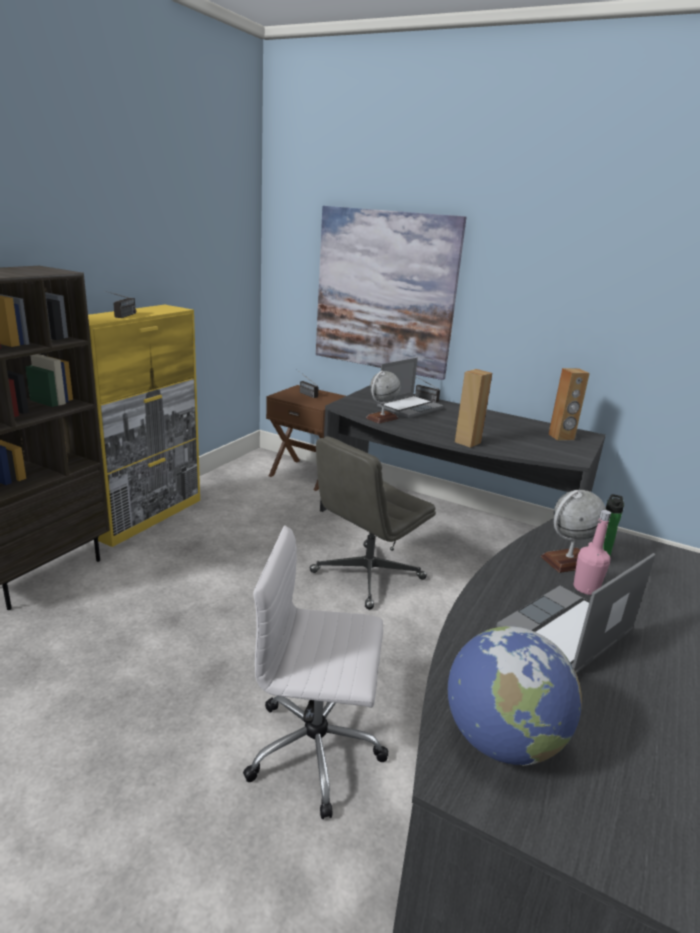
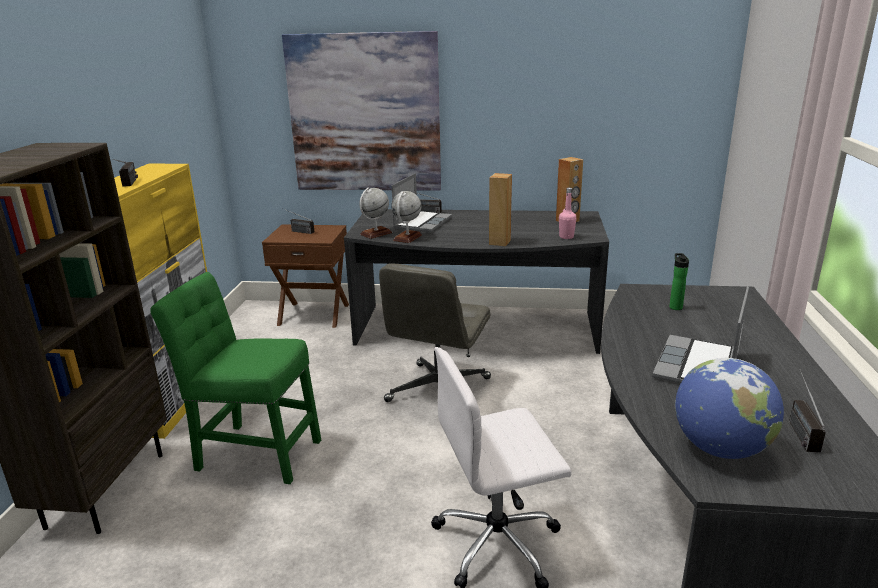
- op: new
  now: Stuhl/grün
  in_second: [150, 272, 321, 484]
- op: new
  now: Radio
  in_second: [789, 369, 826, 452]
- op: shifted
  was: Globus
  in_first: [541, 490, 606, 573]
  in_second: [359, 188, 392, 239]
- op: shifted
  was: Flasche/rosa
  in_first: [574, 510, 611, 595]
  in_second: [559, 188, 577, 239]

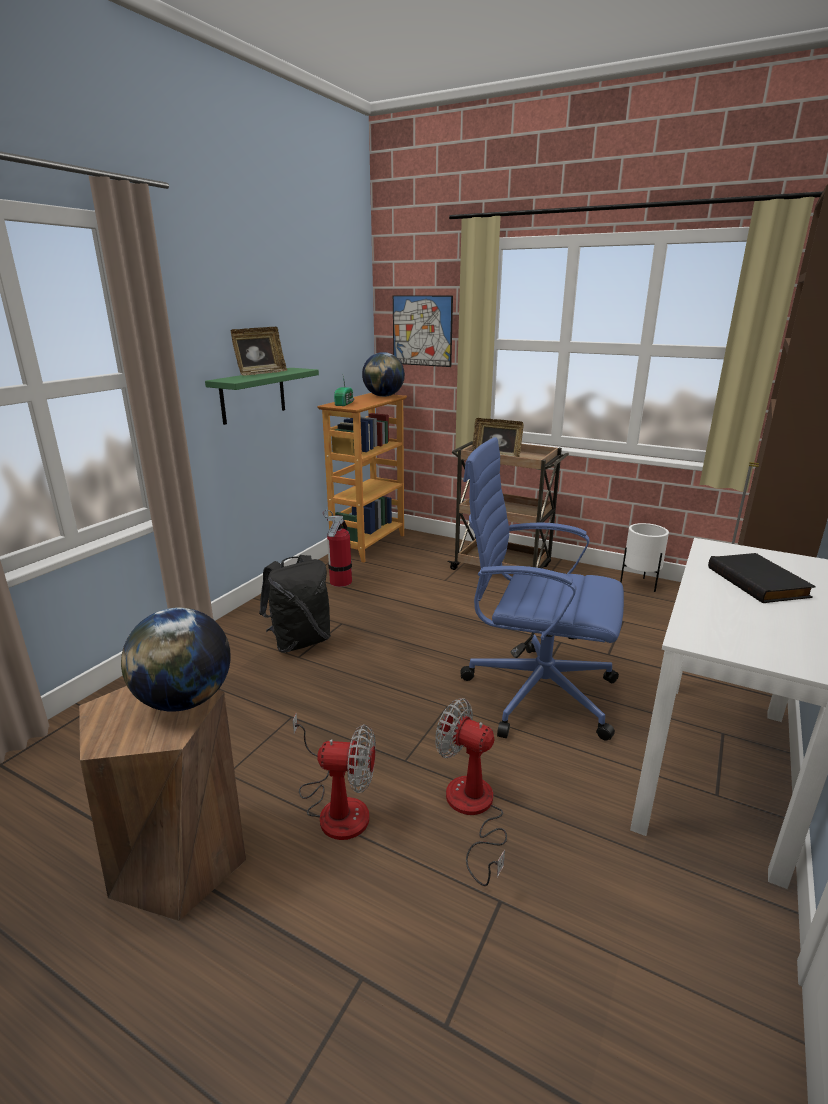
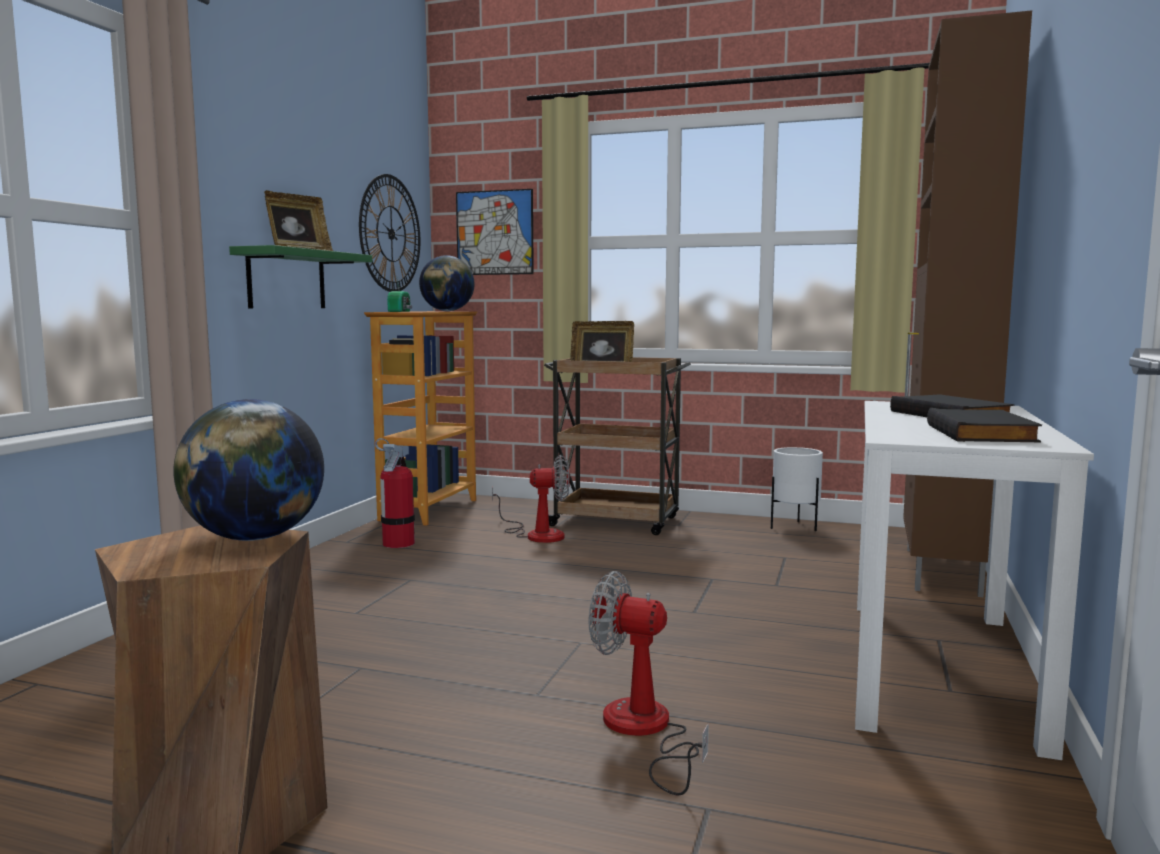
- op: gone
  was: Rucksack/schwarz
  in_first: [259, 555, 331, 653]
- op: gone
  was: Bürostuhl/blau
  in_first: [460, 437, 624, 741]
- op: new
  now: Wanduhr
  in_second: [359, 174, 420, 292]
- op: new
  now: Buch/schwarz
  in_second: [927, 408, 1042, 442]
- op: shifted
  was: Ventilator
  in_first: [293, 713, 376, 840]
  in_second: [492, 455, 570, 543]

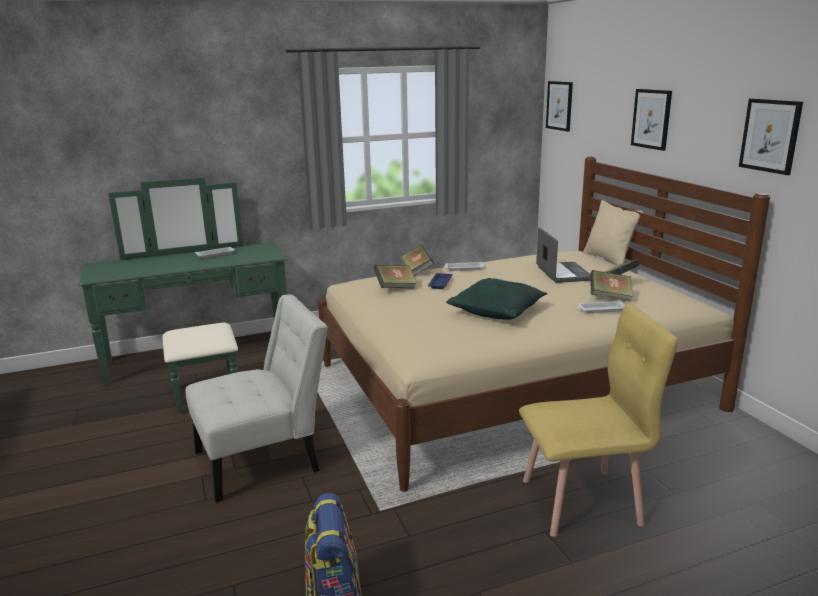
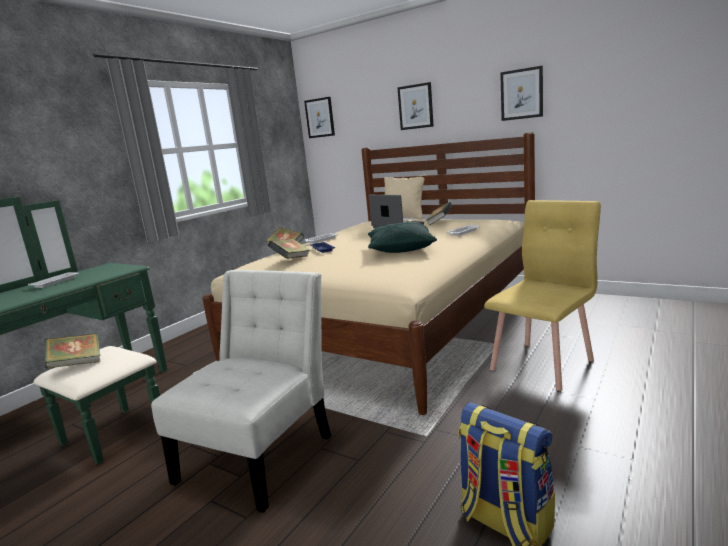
- op: shifted
  was: Buch
  in_first: [590, 270, 633, 302]
  in_second: [44, 333, 100, 368]

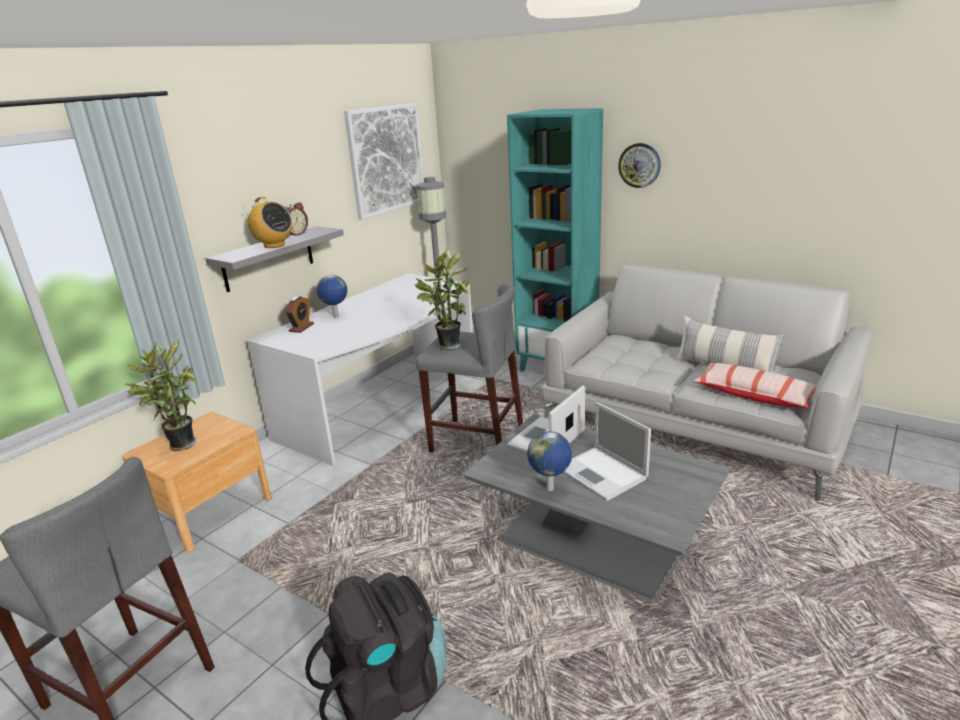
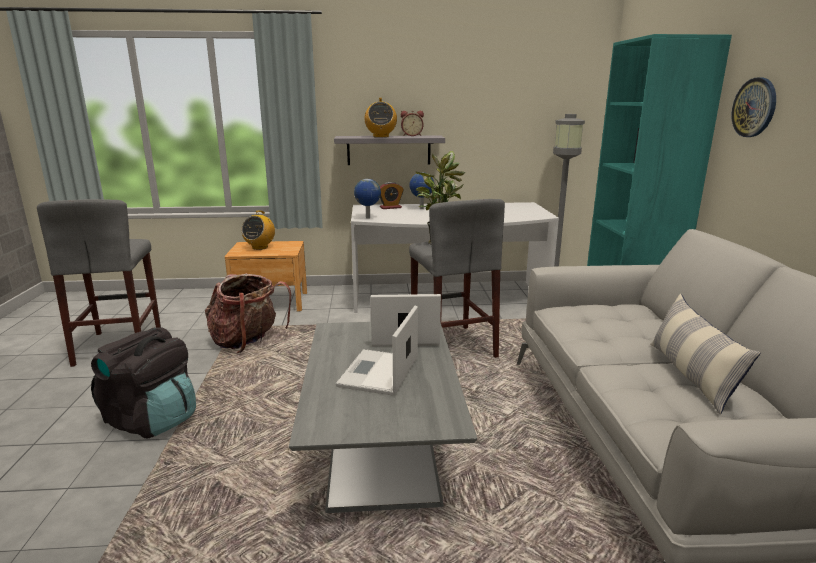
- op: gone
  was: Bild
  in_first: [344, 103, 424, 220]
- op: gone
  was: Kissen
  in_first: [693, 363, 817, 408]
- op: new
  now: Rucksack
  in_second: [205, 273, 291, 353]
- op: shifted
  was: Globus
  in_first: [527, 431, 572, 491]
  in_second: [354, 179, 381, 219]
- op: swapped
  was: Topfpflanze
  now: Radio
  in_first: [126, 340, 197, 451]
  in_second: [242, 211, 275, 250]

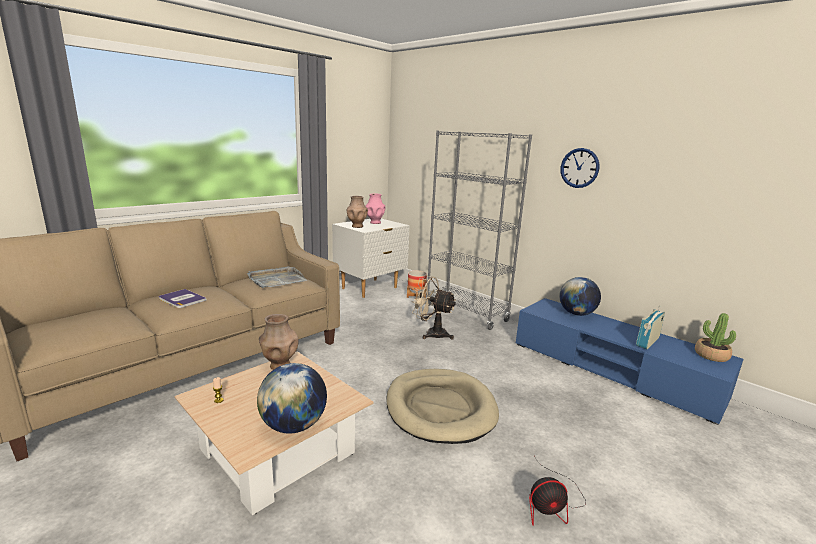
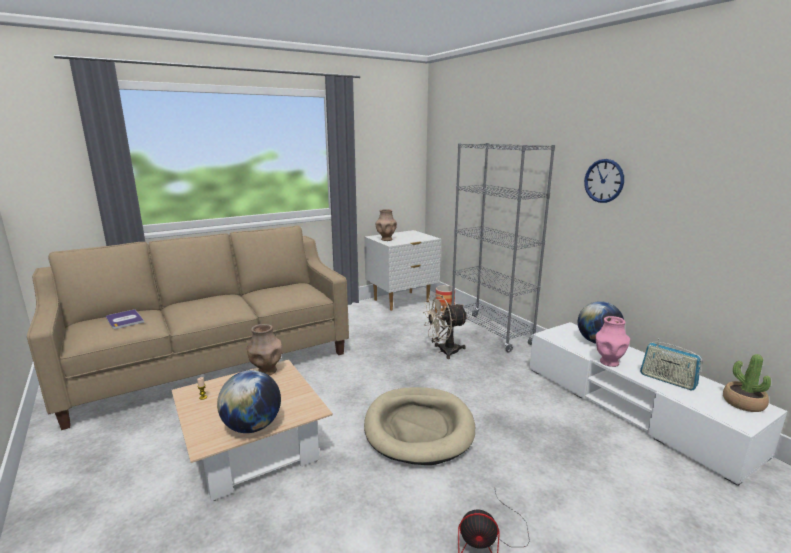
- op: gone
  was: Tablett/grau
  in_first: [247, 267, 307, 288]
- op: shifted
  was: Buch
  in_first: [159, 289, 207, 308]
  in_second: [106, 309, 144, 329]
- op: shifted
  was: Vase/rosa
  in_first: [365, 193, 385, 224]
  in_second: [596, 316, 630, 367]
- op: repainted
  was: Fernsehschrank/blau
  now: Fernsehschrank/weiß
  in_first: [516, 298, 743, 425]
  in_second: [529, 322, 787, 486]
- op: rotated
  was: Ventilator/beige
  in_first: [411, 275, 456, 340]
  in_second: [424, 295, 468, 359]
  clockwise: -60
- op: rotated
  was: Radio
  in_first: [636, 305, 665, 350]
  in_second: [640, 338, 703, 390]
  clockwise: -105

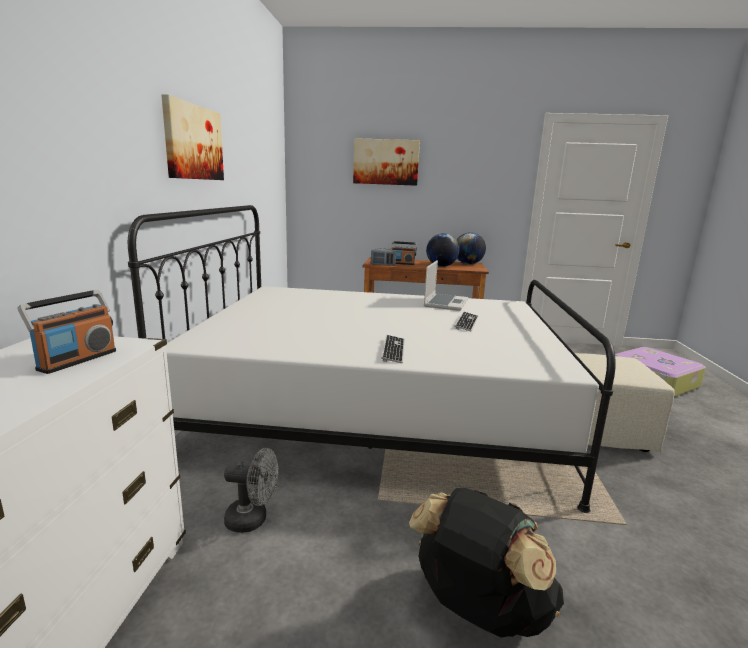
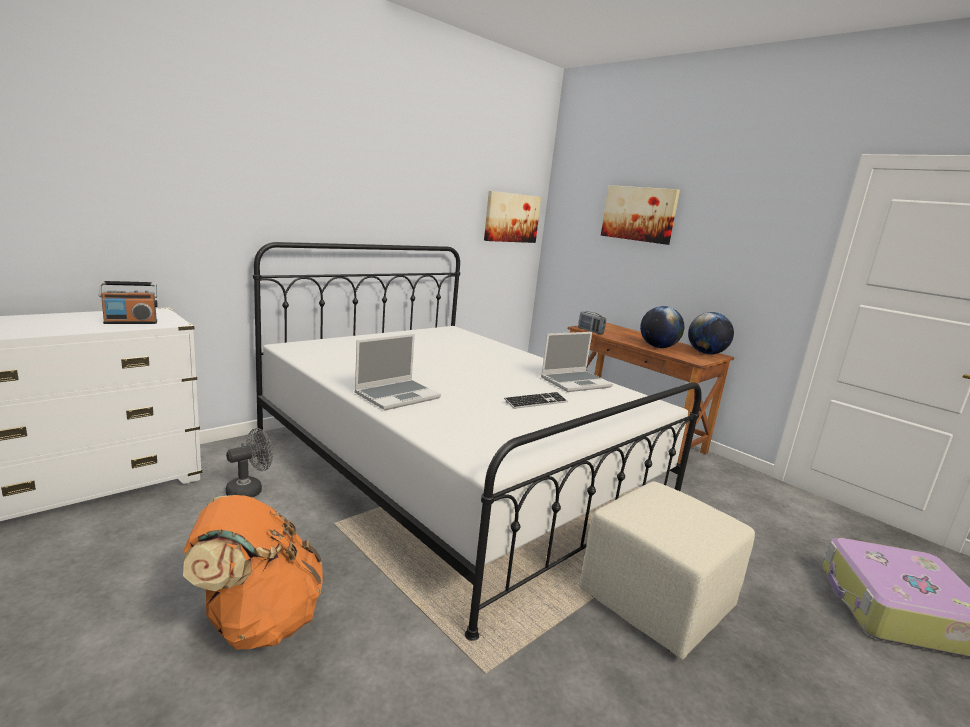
- op: gone
  was: Radio
  in_first: [391, 241, 417, 265]
- op: shifted
  was: Bild
  in_first: [161, 94, 224, 180]
  in_second: [484, 191, 541, 243]
- op: swapped
  was: Tastatur
  now: Laptop
  in_first: [381, 335, 405, 363]
  in_second: [354, 334, 441, 410]
- op: repainted
  was: Rucksack/schwarz
  now: Rucksack/orange
  in_first: [409, 488, 564, 638]
  in_second: [183, 495, 323, 649]
- op: rotated
  was: Ventilator/grau
  in_first: [224, 448, 279, 533]
  in_second: [226, 428, 273, 497]
  clockwise: -90

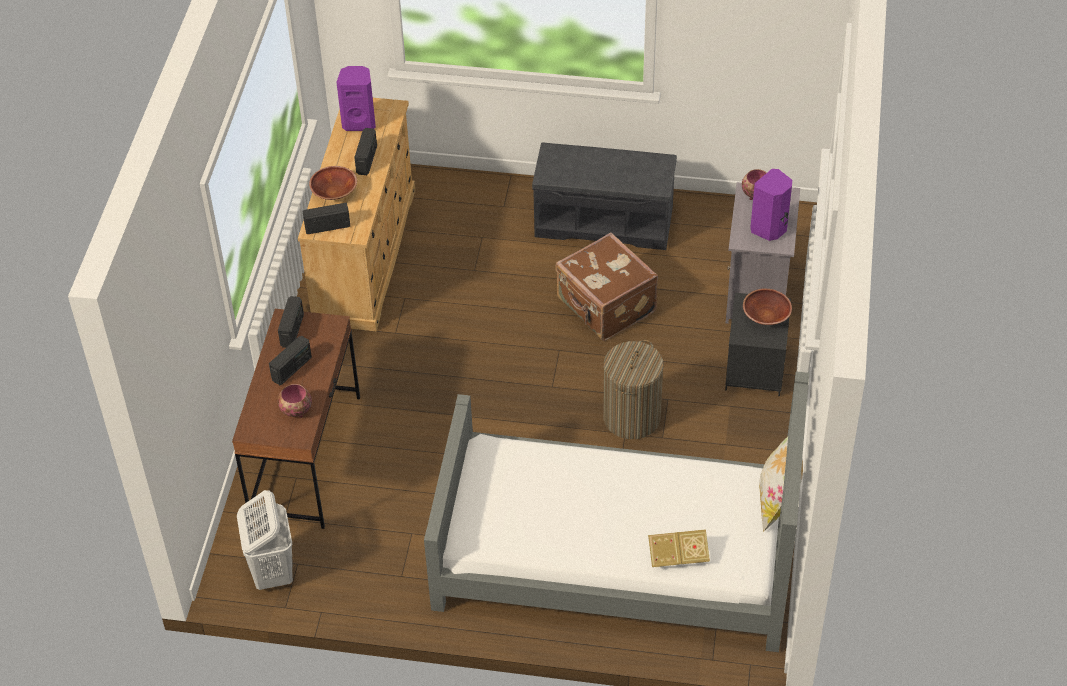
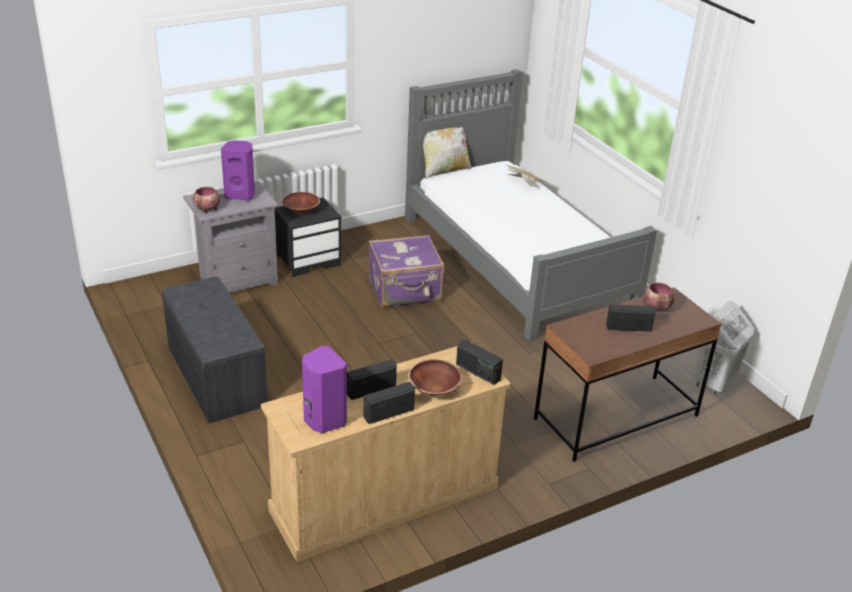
- op: gone
  was: Koffer/braun
  in_first: [555, 233, 658, 341]
- op: shifted
  was: Radio
  in_first: [278, 296, 304, 348]
  in_second: [364, 382, 415, 424]
- op: swapped
  was: Wäschekorb
  now: Koffer/lila
  in_first: [603, 340, 664, 439]
  in_second: [369, 234, 444, 308]

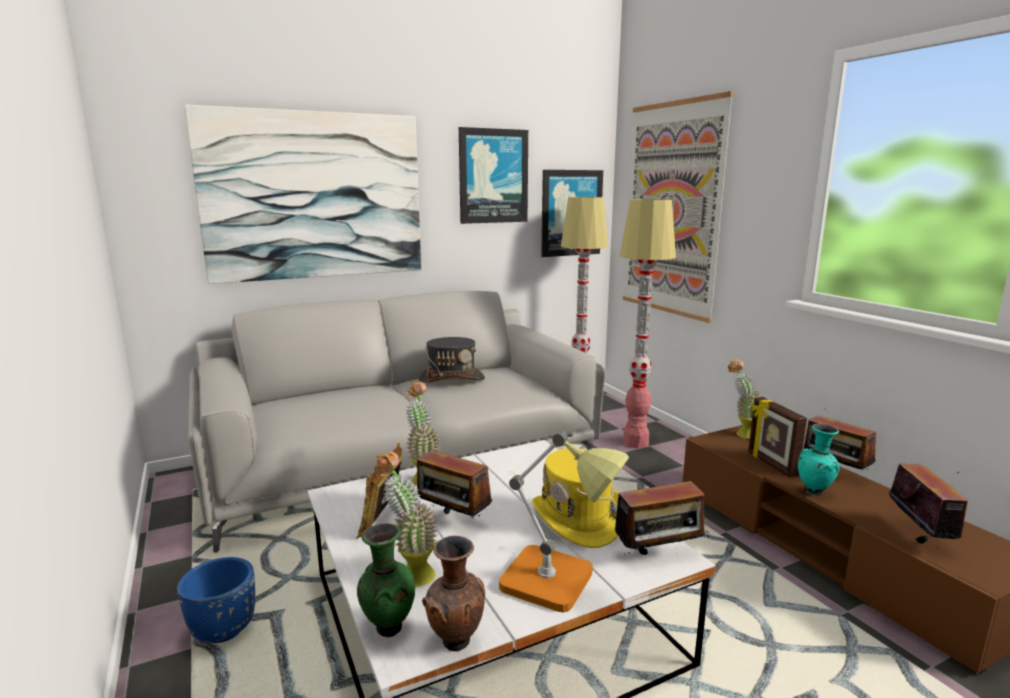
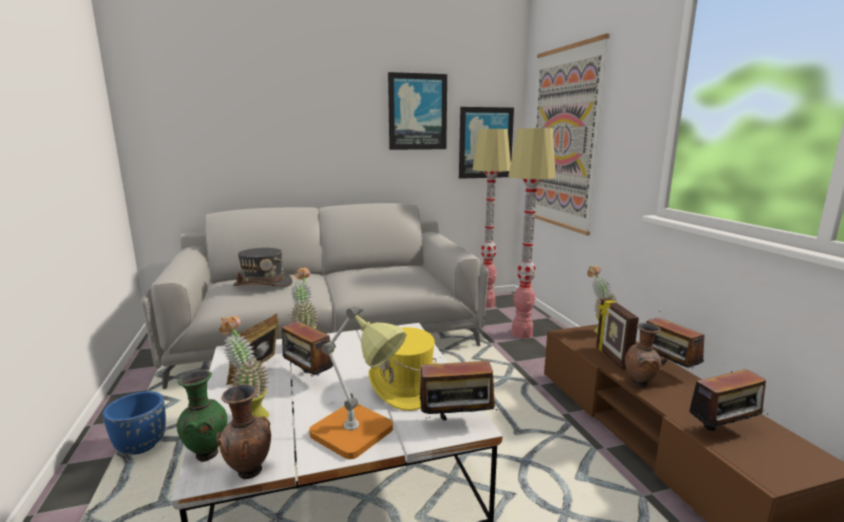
- op: gone
  was: Bild
  in_first: [184, 104, 421, 284]
- op: shifted
  was: Hut/grau
  in_first: [419, 337, 485, 383]
  in_second: [233, 248, 293, 286]
- op: repainted
  was: Vase/türkis
  now: Vase/braun
  in_first: [798, 423, 839, 496]
  in_second: [625, 323, 661, 387]
- op: rotated
  was: Radio
  in_first: [889, 464, 968, 547]
  in_second: [689, 369, 768, 431]
  clockwise: 60

